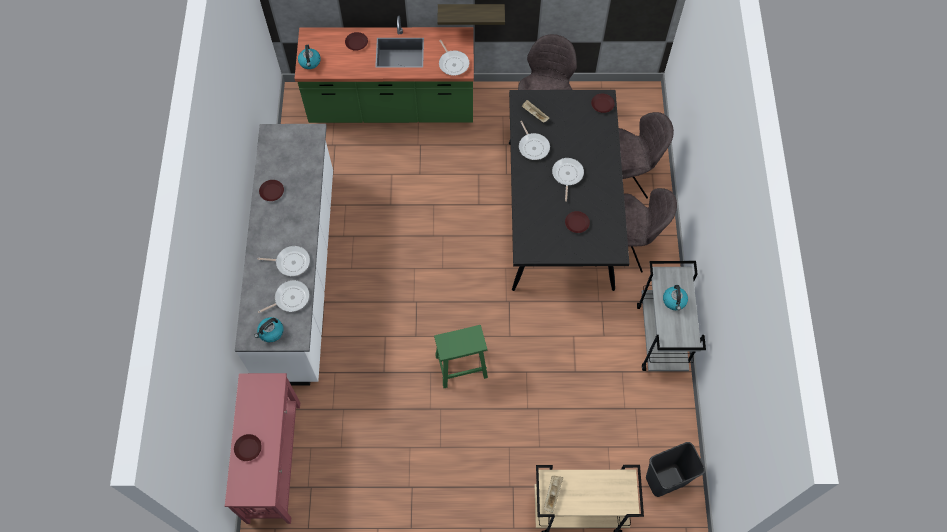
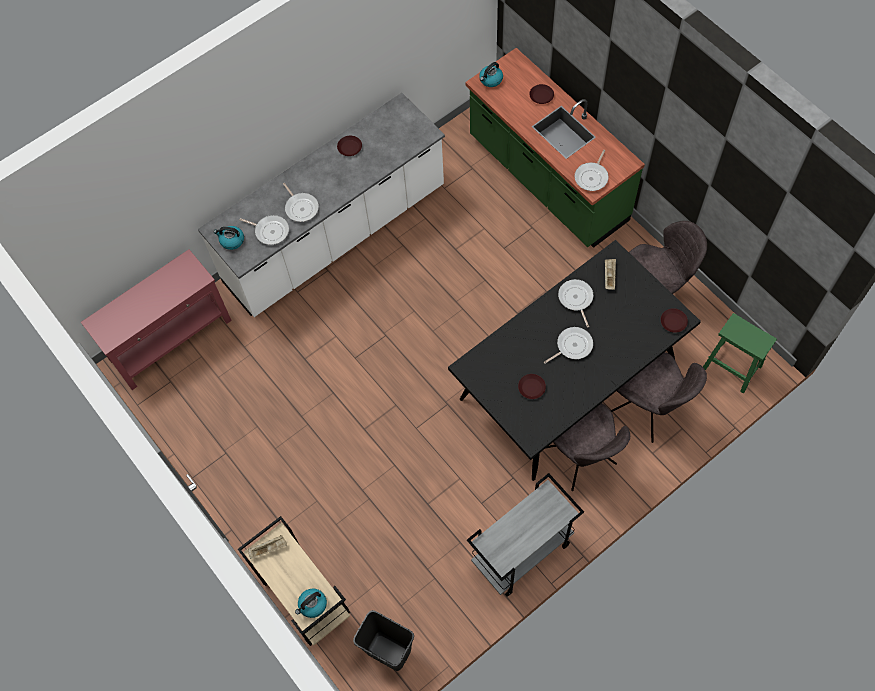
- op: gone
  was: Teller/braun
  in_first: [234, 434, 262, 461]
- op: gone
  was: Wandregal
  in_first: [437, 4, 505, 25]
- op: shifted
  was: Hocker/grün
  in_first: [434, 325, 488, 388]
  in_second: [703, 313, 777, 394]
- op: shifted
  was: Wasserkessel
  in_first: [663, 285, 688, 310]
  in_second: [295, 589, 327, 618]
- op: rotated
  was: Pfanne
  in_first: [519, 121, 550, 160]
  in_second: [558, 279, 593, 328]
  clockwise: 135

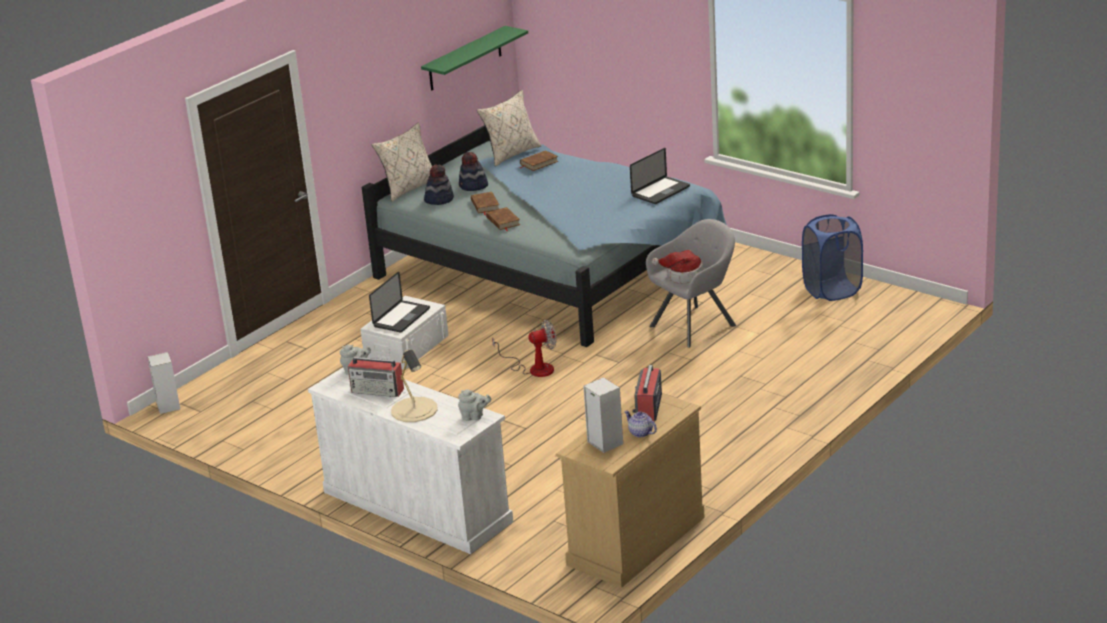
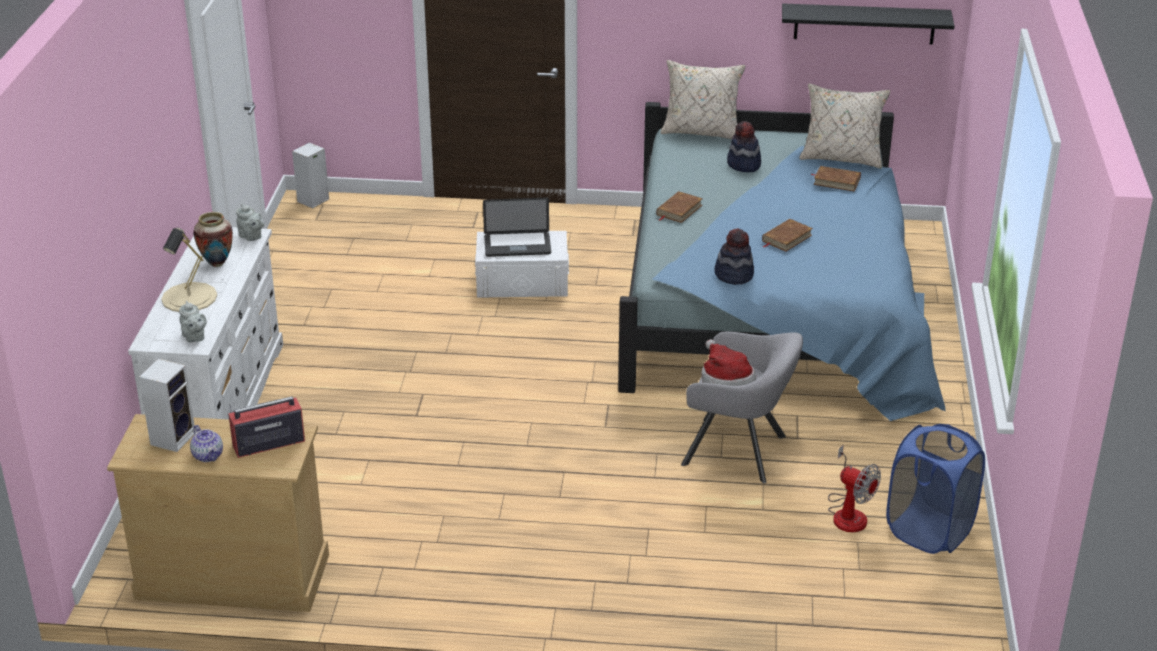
- op: gone
  was: Laptop
  in_first: [630, 148, 690, 204]
- op: shifted
  was: Hut
  in_first: [424, 165, 454, 205]
  in_second: [714, 228, 754, 285]
- op: shifted
  was: Buch/braun
  in_first: [471, 192, 499, 215]
  in_second: [762, 219, 813, 252]
- op: shifted
  was: Ventilator
  in_first: [492, 320, 556, 377]
  in_second: [828, 445, 881, 532]
- op: swapped
  was: Radio
  now: Vase
  in_first: [348, 357, 404, 397]
  in_second: [193, 212, 233, 267]
- op: repainted
  was: Wandregal/grün
  now: Wandregal/schwarz
  in_first: [421, 26, 528, 91]
  in_second: [782, 3, 954, 45]
- op: rotated
  was: Teekanne
  in_first: [624, 411, 657, 437]
  in_second: [190, 425, 223, 462]
  clockwise: 135

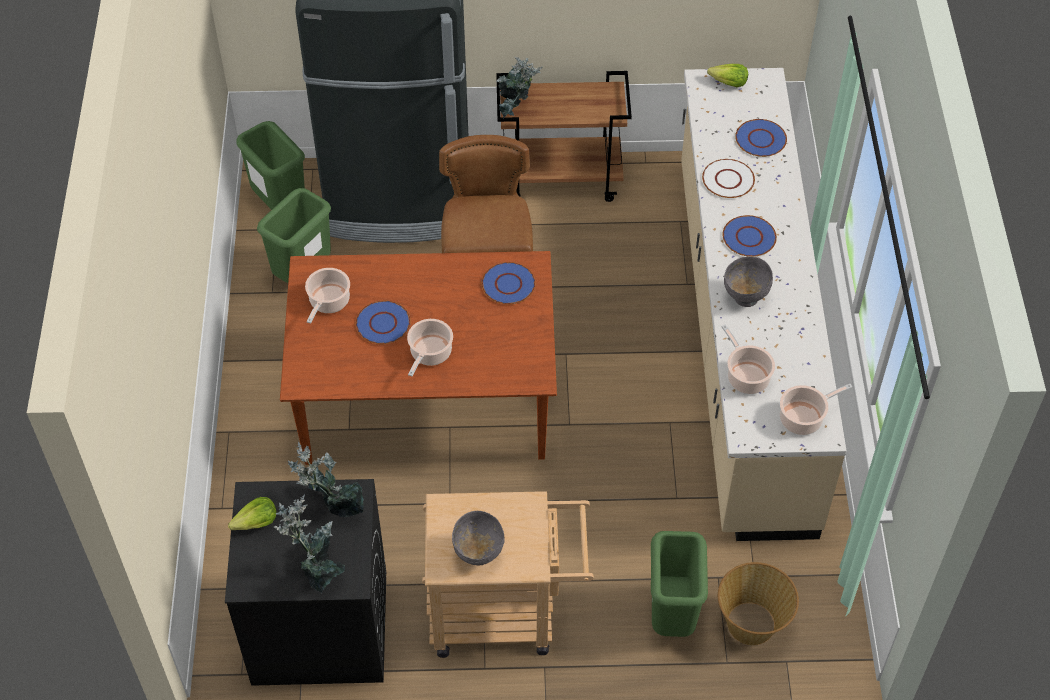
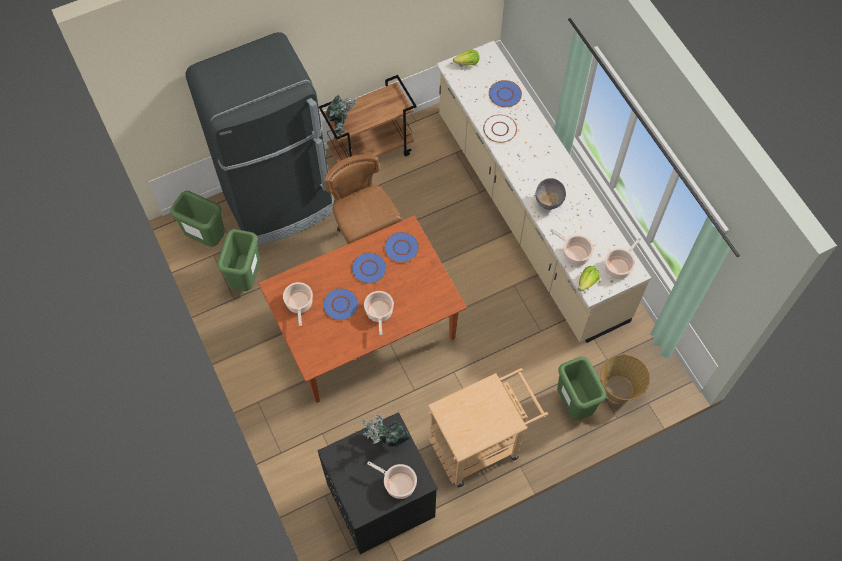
- op: gone
  was: Schüssel/grau
  in_first: [452, 511, 505, 566]
- op: shifted
  was: Salatkopf
  in_first: [228, 497, 276, 530]
  in_second: [578, 266, 600, 291]
- op: shifted
  was: Teller/blau
  in_first: [723, 215, 777, 257]
  in_second: [351, 252, 387, 284]
- op: swapped
  was: Topfpflanze
  now: Kochtopf
  in_first: [274, 494, 345, 593]
  in_second: [367, 461, 417, 499]

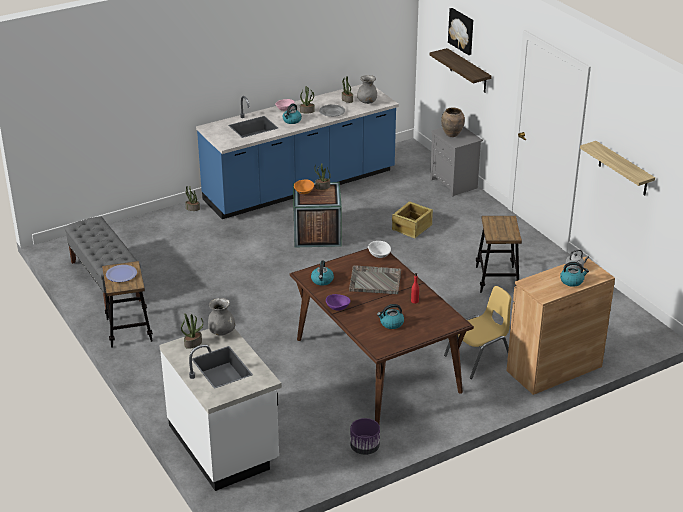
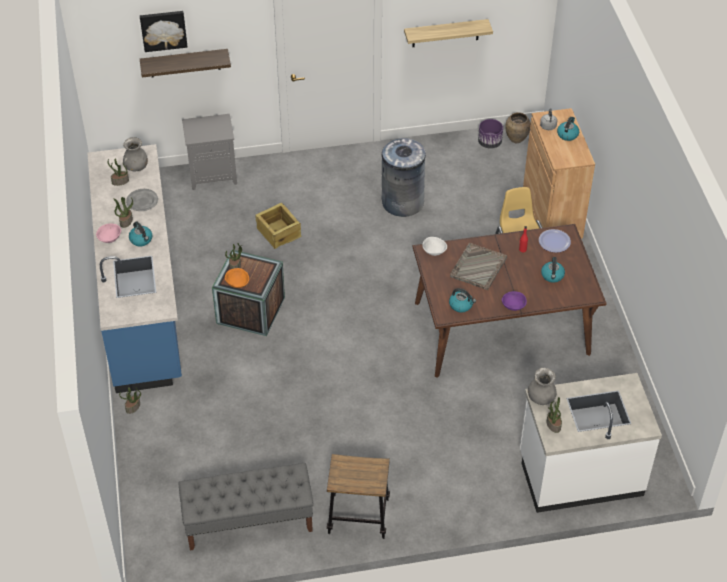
- op: shifted
  was: Teller
  in_first: [106, 265, 137, 282]
  in_second: [539, 229, 571, 253]
- op: shifted
  was: Pflanzkübel/lila
  in_first: [350, 418, 380, 455]
  in_second: [478, 119, 503, 149]
- op: shifted
  was: Vase/braun
  in_first: [441, 107, 465, 137]
  in_second: [505, 112, 531, 143]
- op: swapped
  was: Hocker
  now: Mülleimer/grau
  in_first: [476, 216, 522, 293]
  in_second: [382, 138, 426, 217]

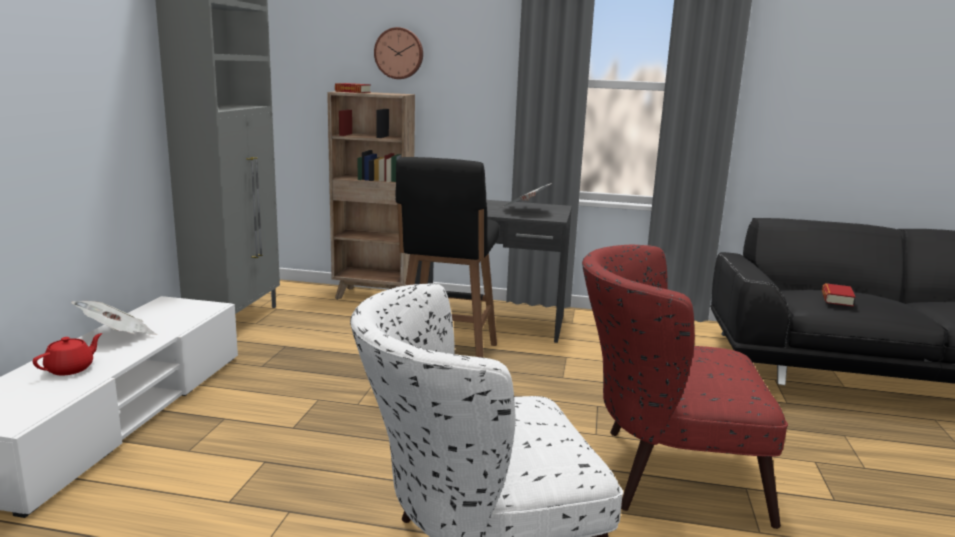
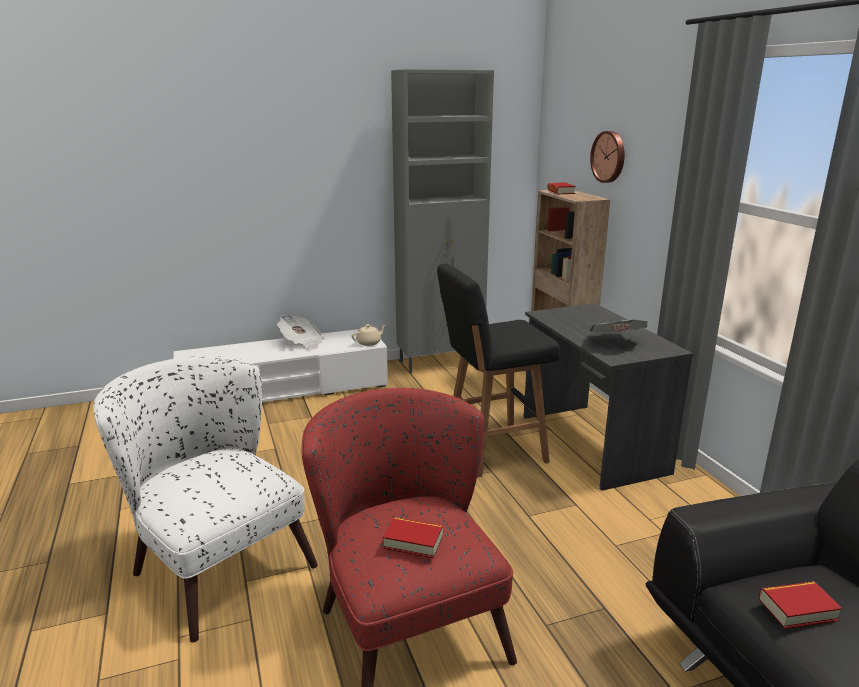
- op: gone
  was: Teekanne/rot
  in_first: [33, 333, 102, 375]
- op: new
  now: Teekanne/beige
  in_second: [352, 324, 386, 346]
- op: new
  now: Buch
  in_second: [383, 517, 443, 558]

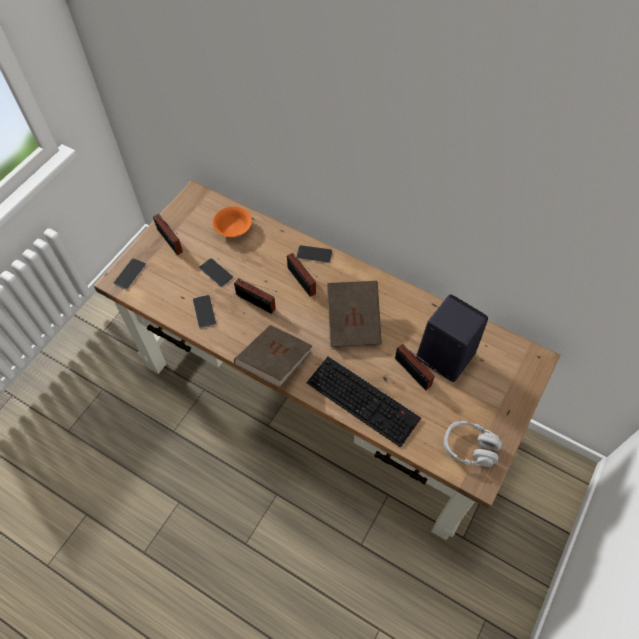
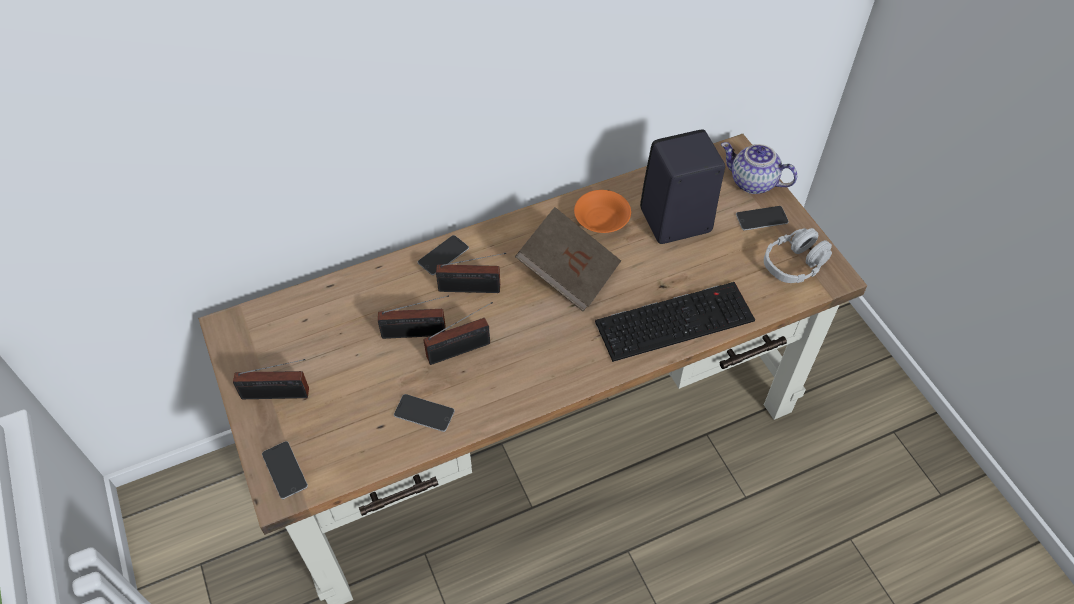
- op: gone
  was: Buch/braun
  in_first: [234, 325, 313, 388]
- op: new
  now: Teekanne
  in_second: [721, 142, 797, 194]
- op: shifted
  was: Handy
  in_first: [199, 258, 234, 287]
  in_second: [736, 206, 789, 230]
- op: shifted
  was: Schüssel/orange
  in_first: [213, 206, 252, 237]
  in_second: [574, 190, 631, 233]
- op: shifted
  was: Radio
  in_first: [395, 344, 440, 391]
  in_second: [378, 295, 449, 339]

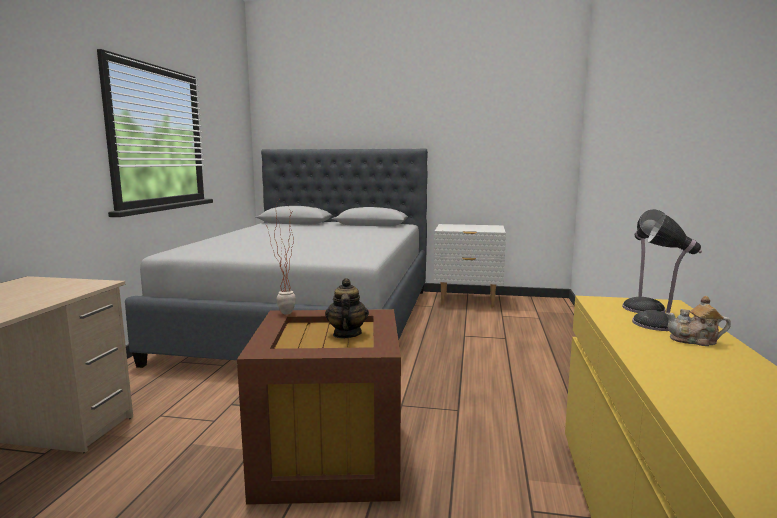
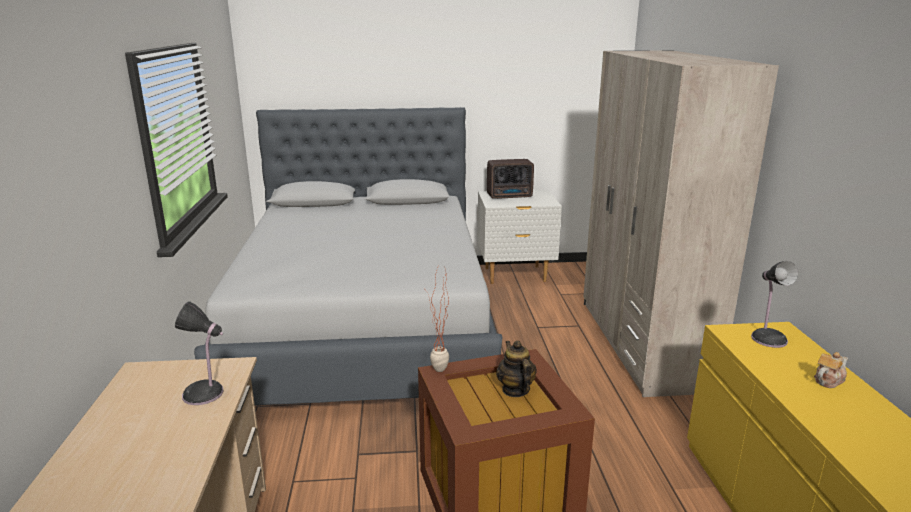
- op: new
  now: Radio
  in_second: [487, 159, 534, 199]
- op: new
  now: Kleiderschrank/beige
  in_second: [583, 50, 779, 397]
- op: shifted
  was: Tischlampe
  in_first: [632, 214, 702, 331]
  in_second: [175, 301, 224, 405]
- op: rotated
  was: Teekanne
  in_first: [666, 296, 731, 346]
  in_second: [814, 352, 848, 388]
  clockwise: 150

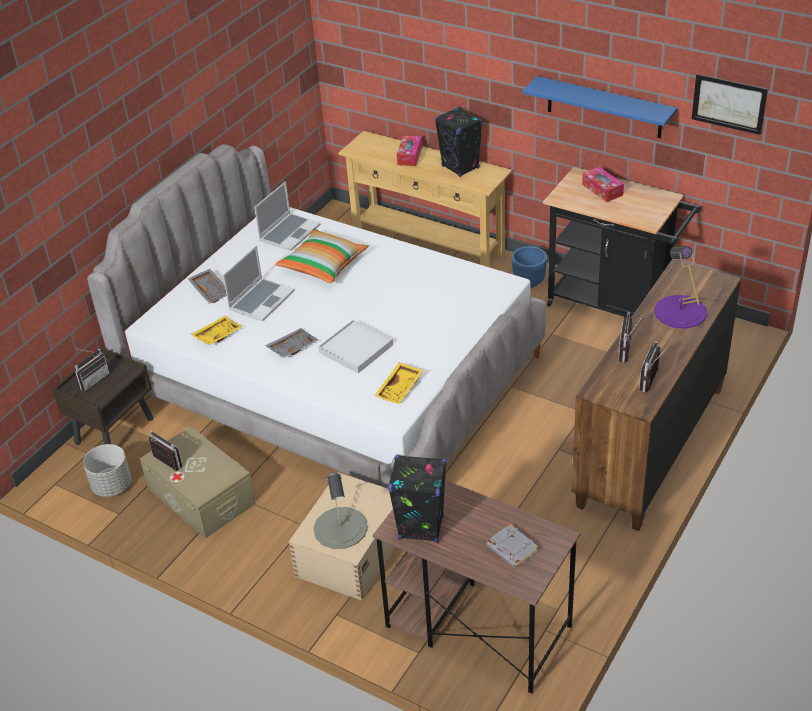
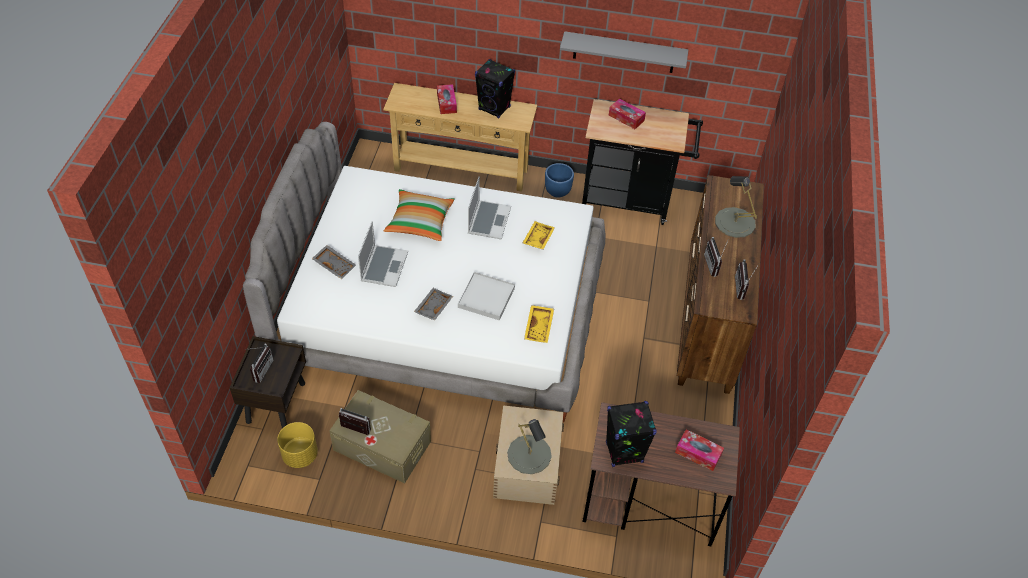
- op: gone
  was: Bild
  in_first: [692, 74, 768, 135]
- op: shifted
  was: Tablett/gelb
  in_first: [190, 316, 243, 345]
  in_second: [523, 221, 555, 250]
- op: shifted
  was: Laptop
  in_first: [254, 181, 320, 251]
  in_second: [468, 176, 511, 240]
- op: swapped
  was: Buch/grau
  now: Taschentuchbox
  in_first: [486, 524, 539, 568]
  in_second: [675, 429, 724, 471]
- op: repainted
  was: Pflanzkübel/grau
  now: Pflanzkübel/gelb
  in_first: [83, 444, 132, 497]
  in_second: [277, 422, 318, 468]
- op: repainted
  was: Wandregal/blau
  now: Wandregal/grau
  in_first: [523, 76, 677, 138]
  in_second: [560, 31, 689, 73]
- op: repainted
  was: Tischlampe/lila
  now: Tischlampe/grau
  in_first: [654, 246, 708, 329]
  in_second: [715, 176, 757, 238]

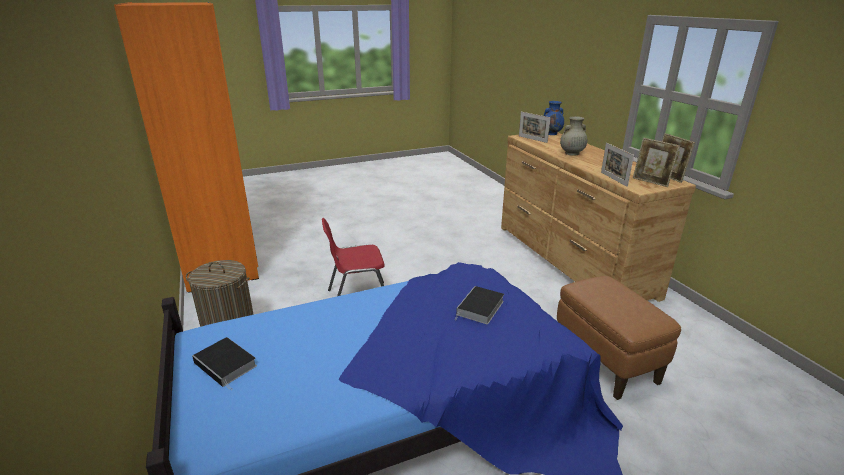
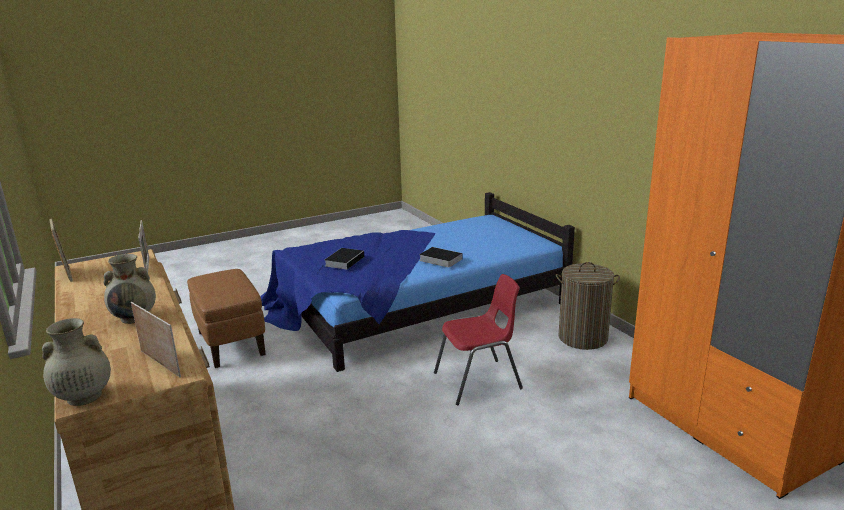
- op: gone
  was: Bilderrahmen
  in_first: [633, 138, 680, 187]
- op: shifted
  was: Buch
  in_first: [192, 337, 257, 390]
  in_second: [419, 247, 463, 268]
- op: repainted
  was: Vase/blau
  now: Vase/beige
  in_first: [543, 101, 564, 135]
  in_second: [42, 318, 111, 406]

